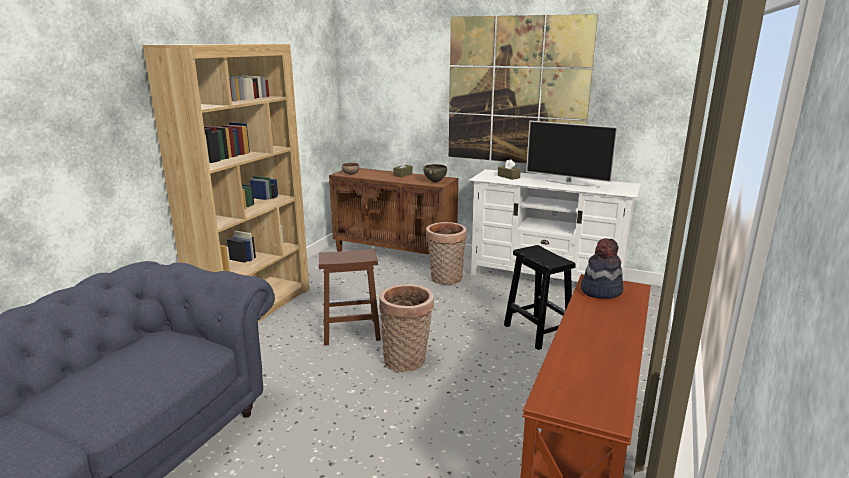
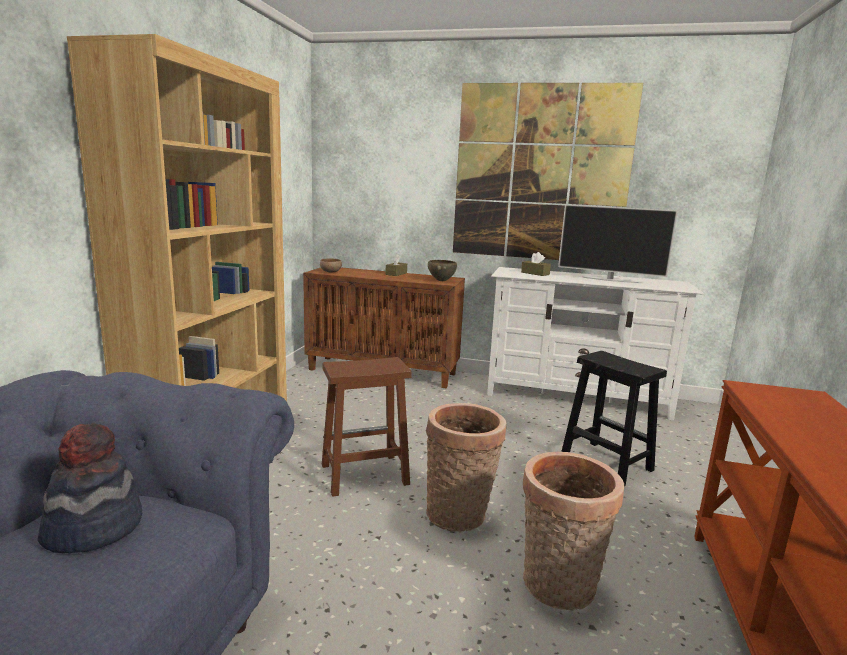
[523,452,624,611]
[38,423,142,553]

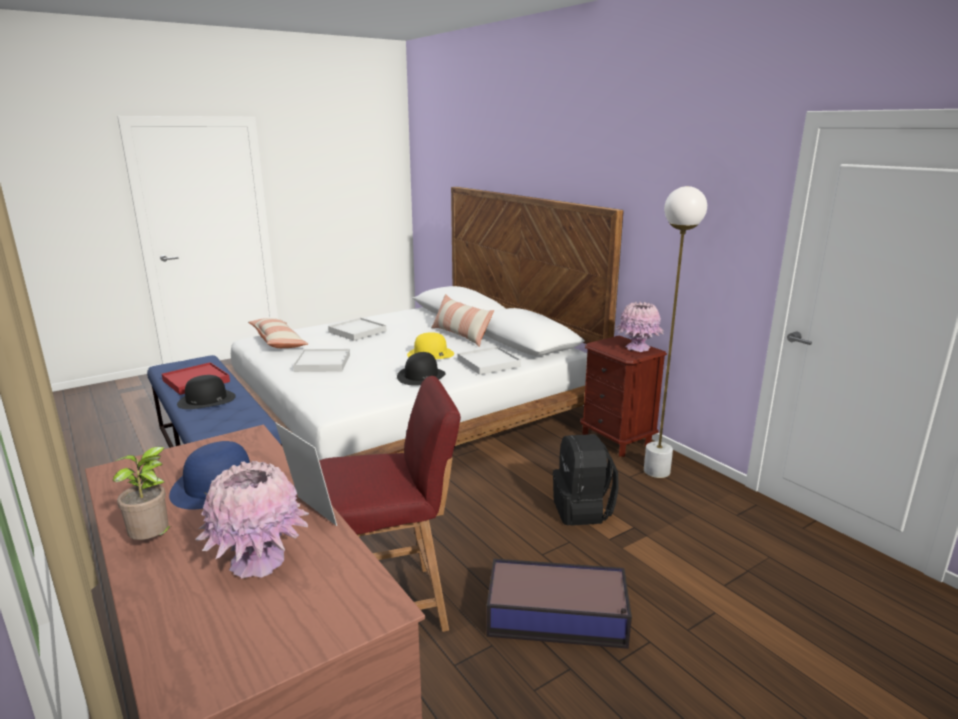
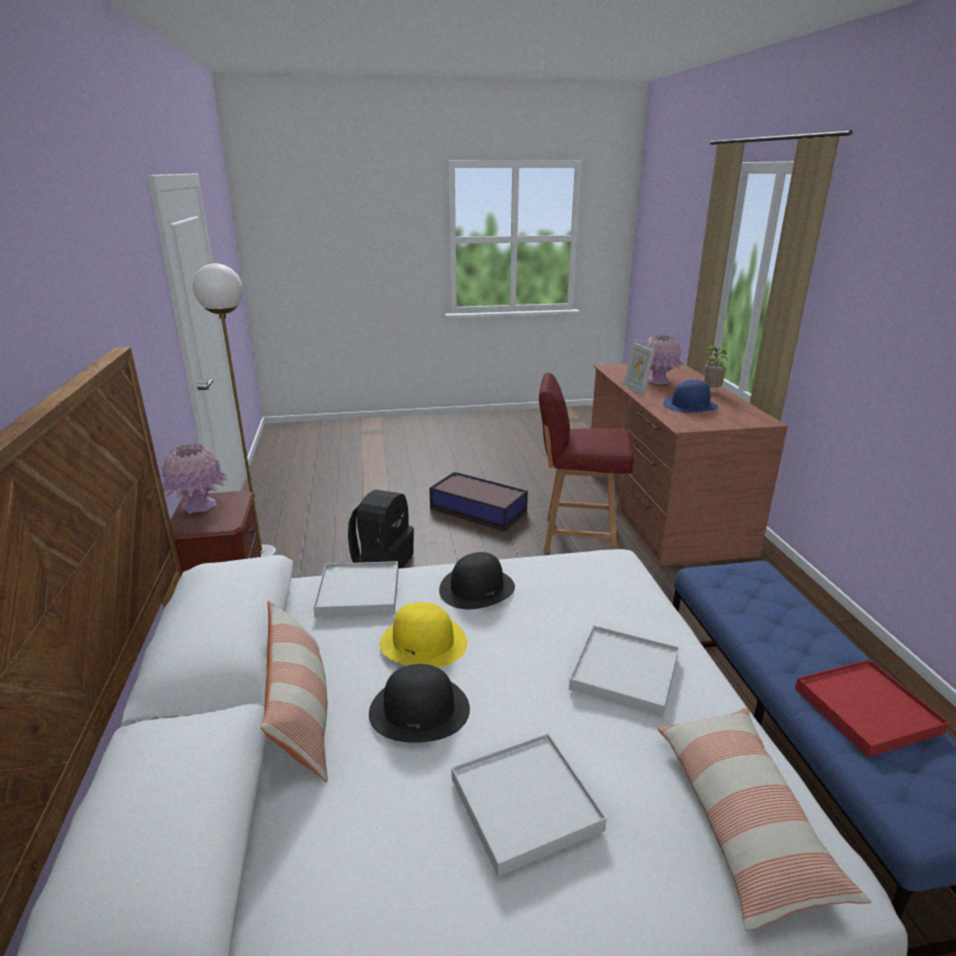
[369,664,470,743]

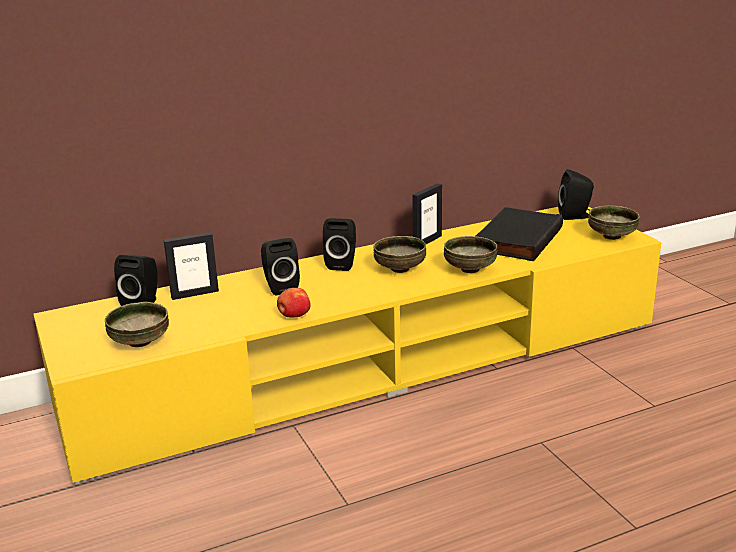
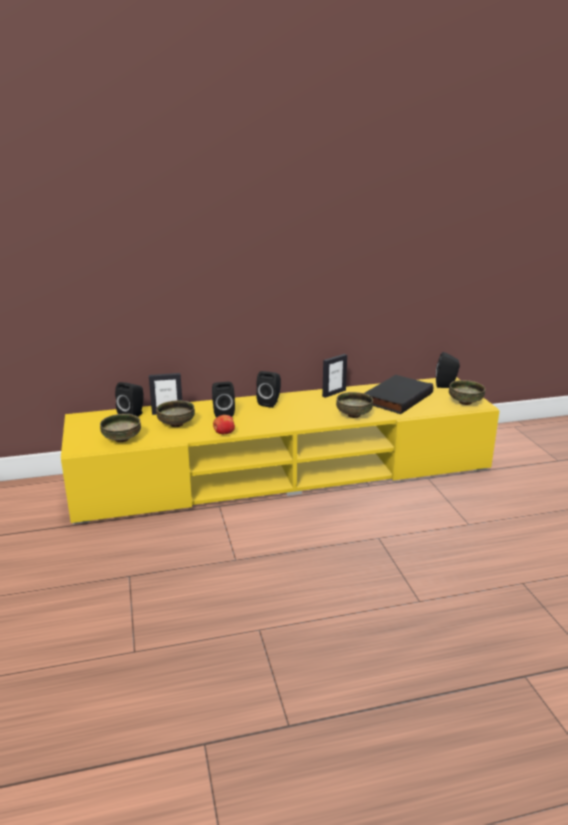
[156,400,195,427]

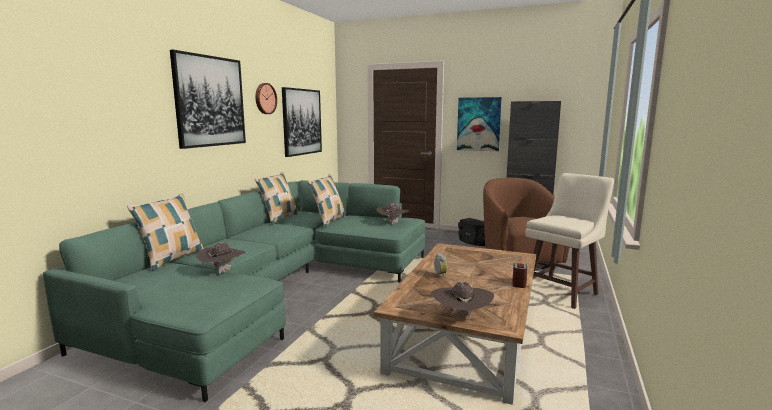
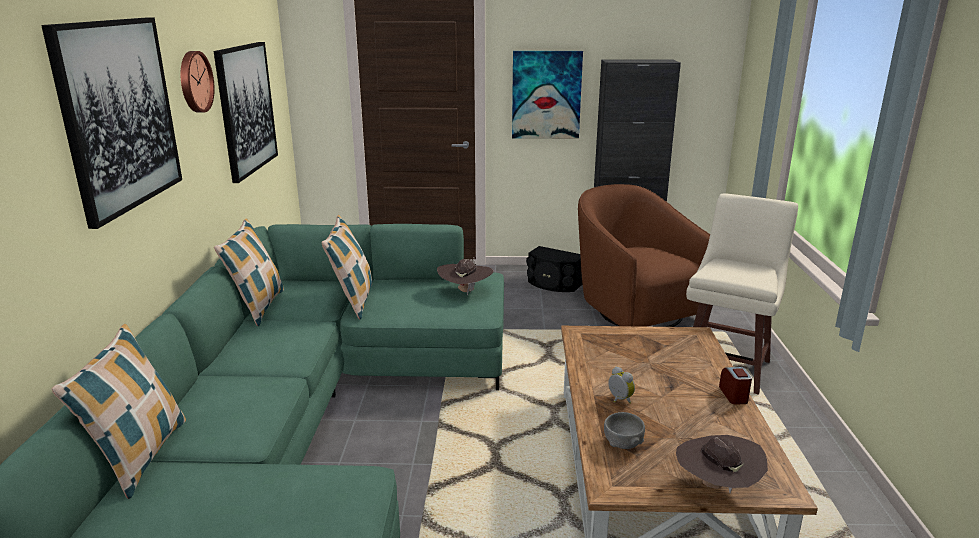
[196,243,245,275] (first image)
[604,412,645,449]

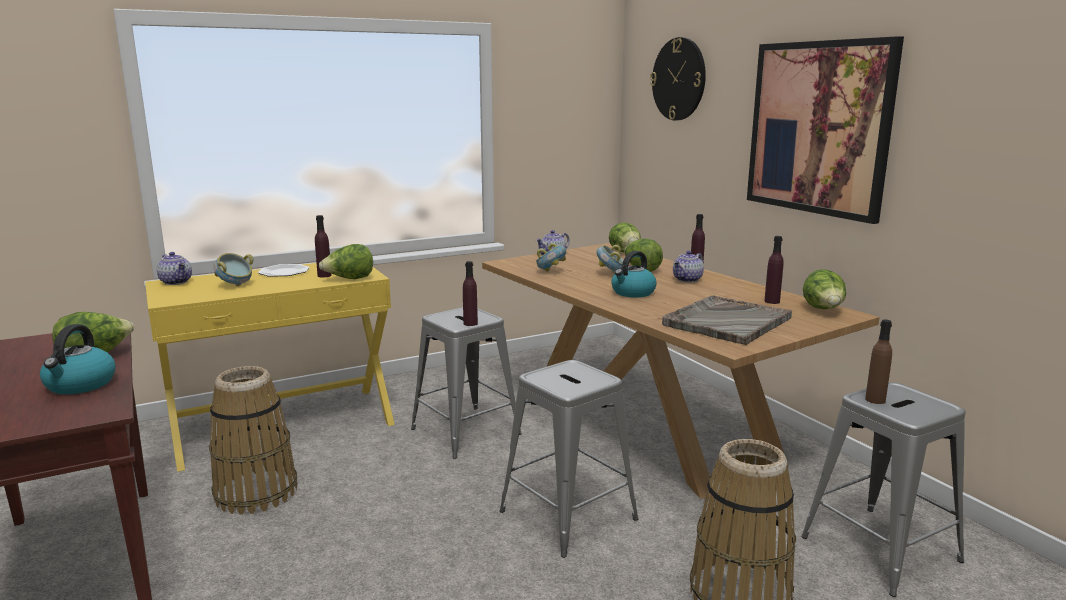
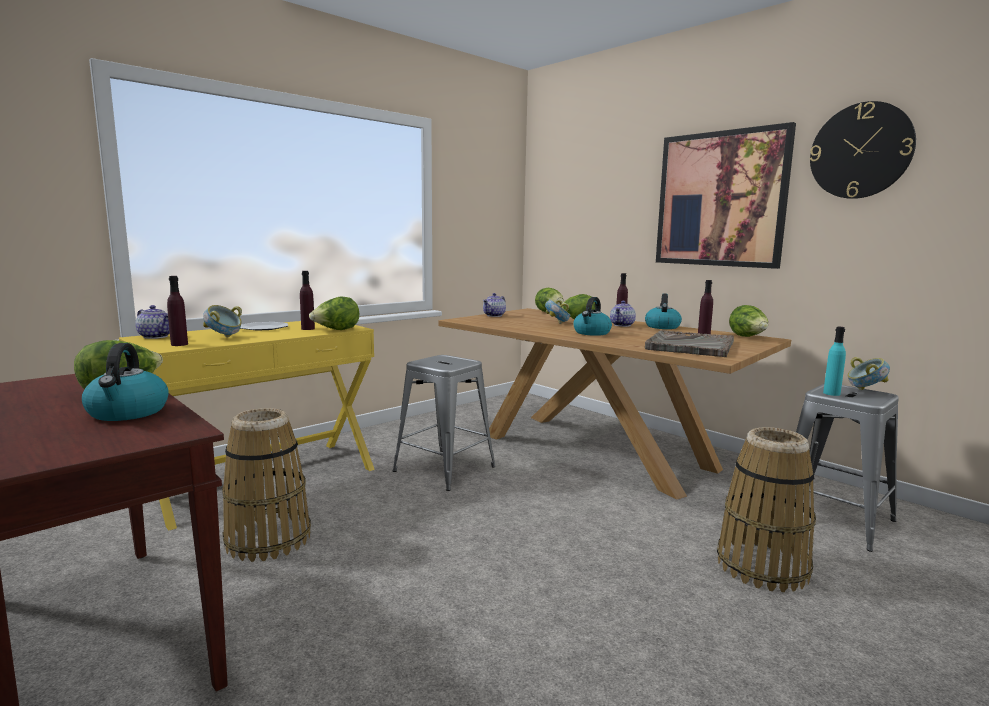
[810,101,916,199]
[847,357,890,390]
[167,276,188,346]
[823,327,846,396]
[499,360,638,558] (first image)
[645,294,682,329]

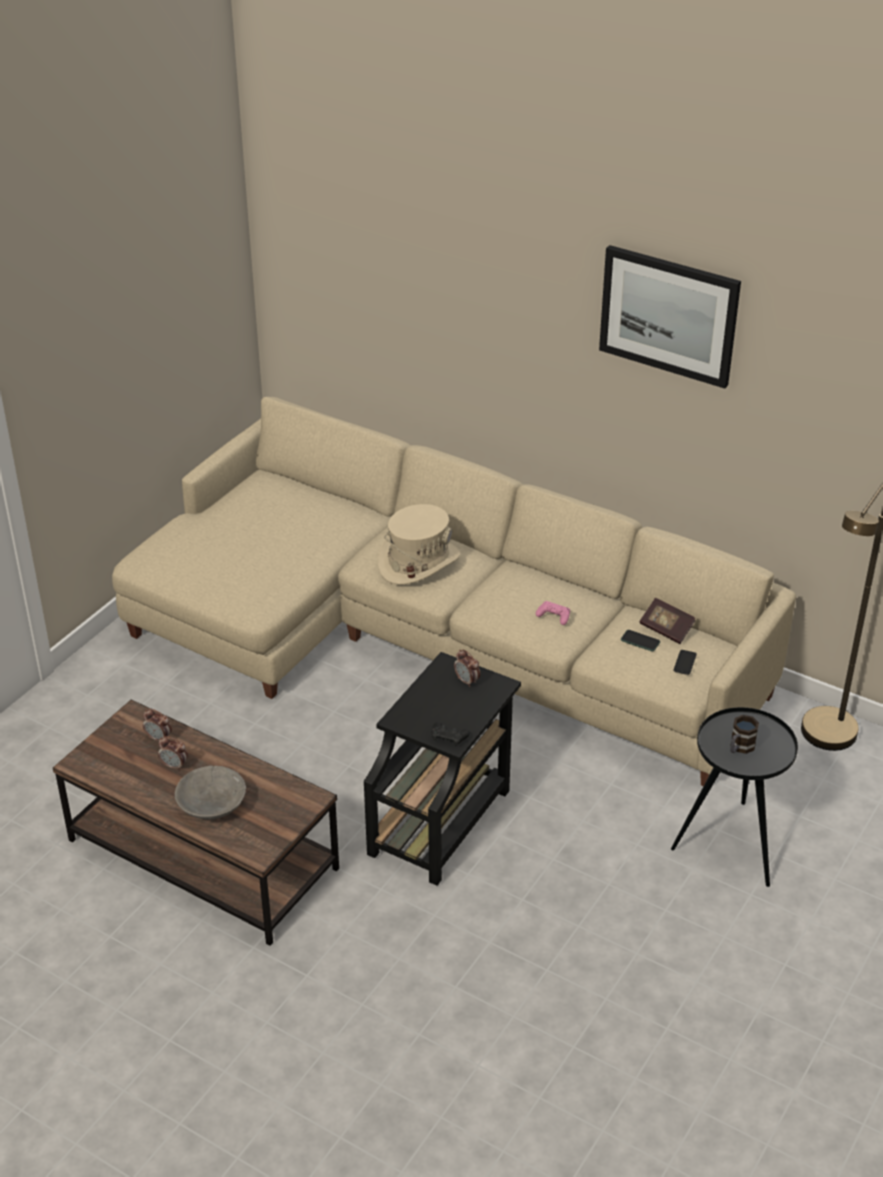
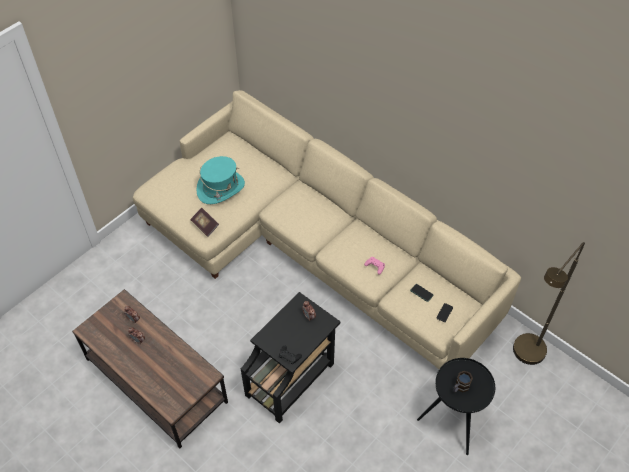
[599,245,741,389] (first image)
[378,504,460,585] (first image)
[190,207,219,237]
[175,766,246,819] (first image)
[196,156,245,204]

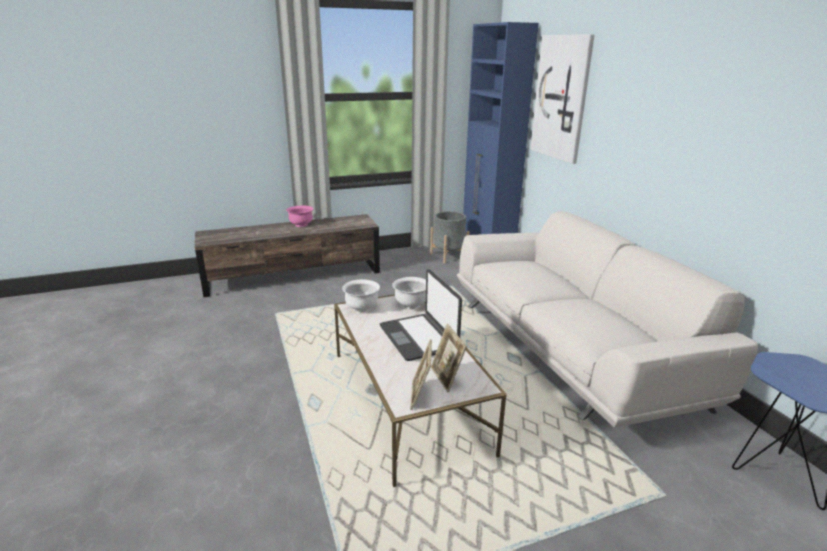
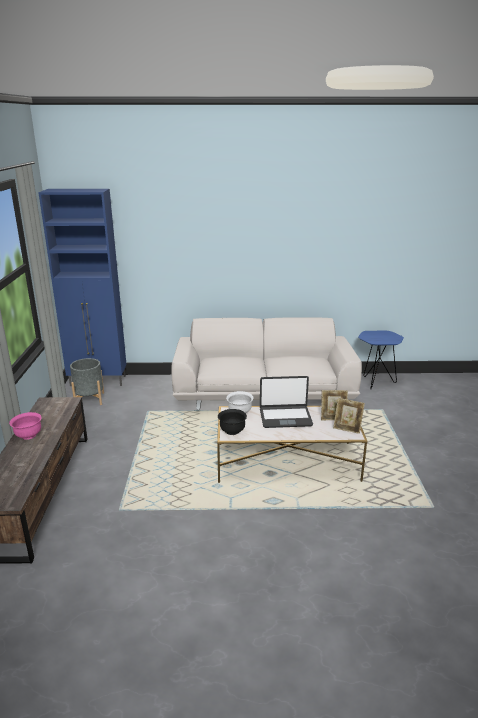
[530,34,594,164] (first image)
[218,409,247,435]

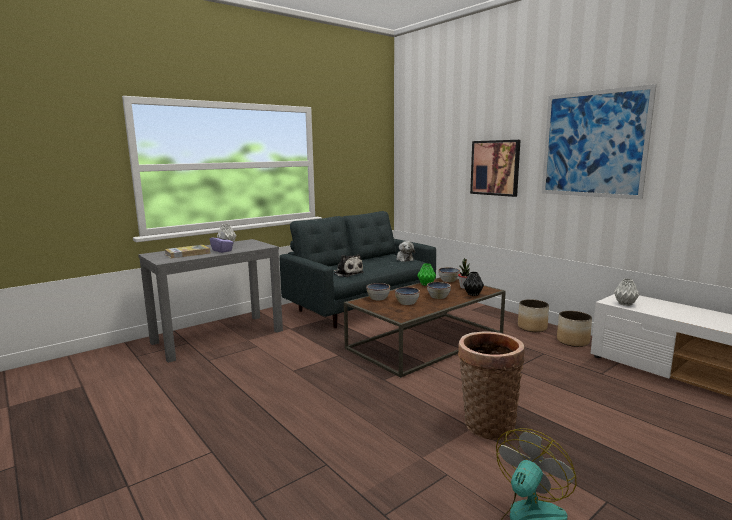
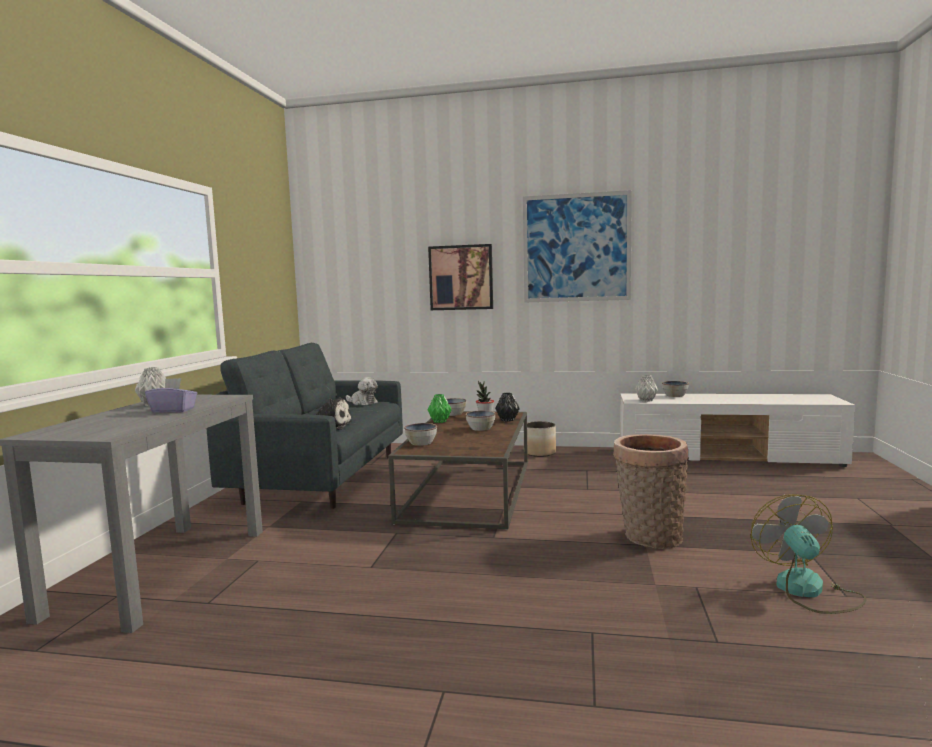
[165,245,210,258] (first image)
[662,381,689,397]
[557,311,592,347] (first image)

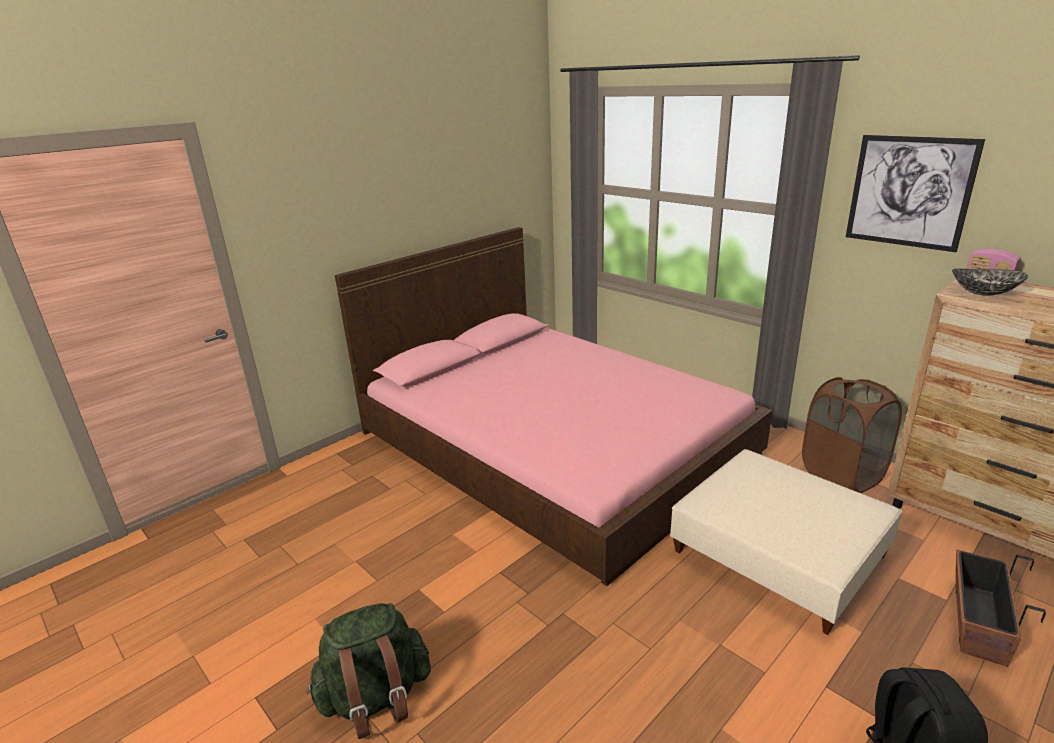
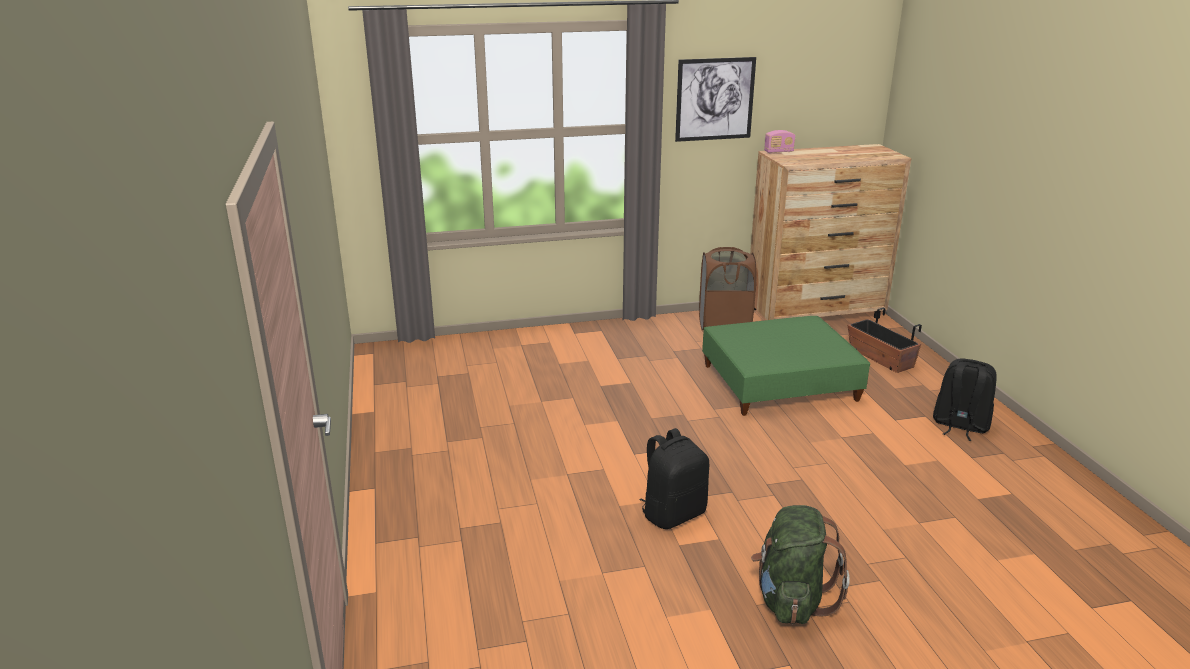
[335,227,772,586] (first image)
[952,269,1028,296] (first image)
[702,316,870,416]
[640,428,709,529]

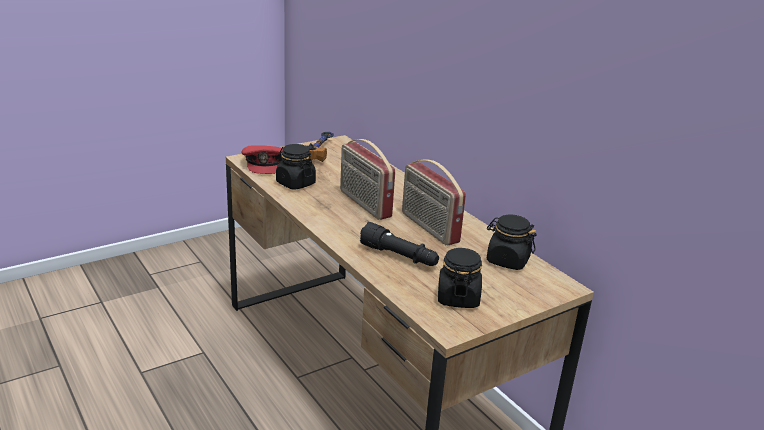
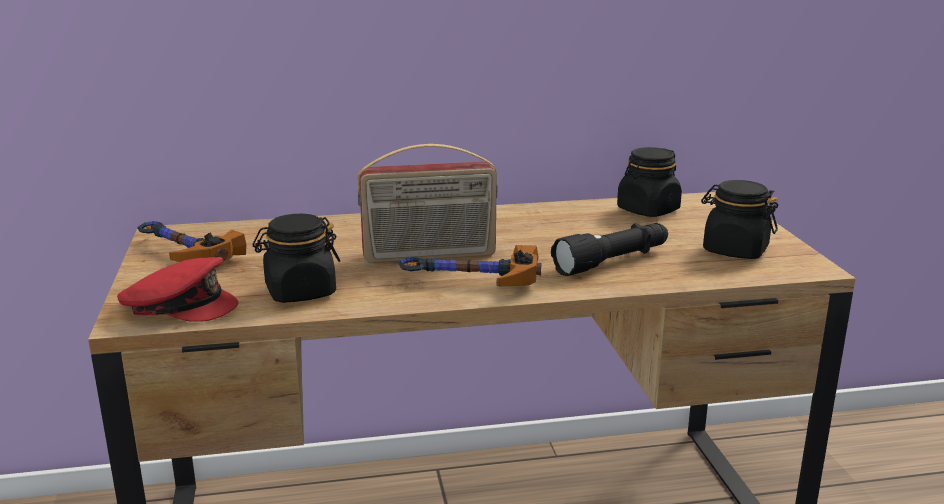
[402,159,466,245] (first image)
[396,245,542,286]

